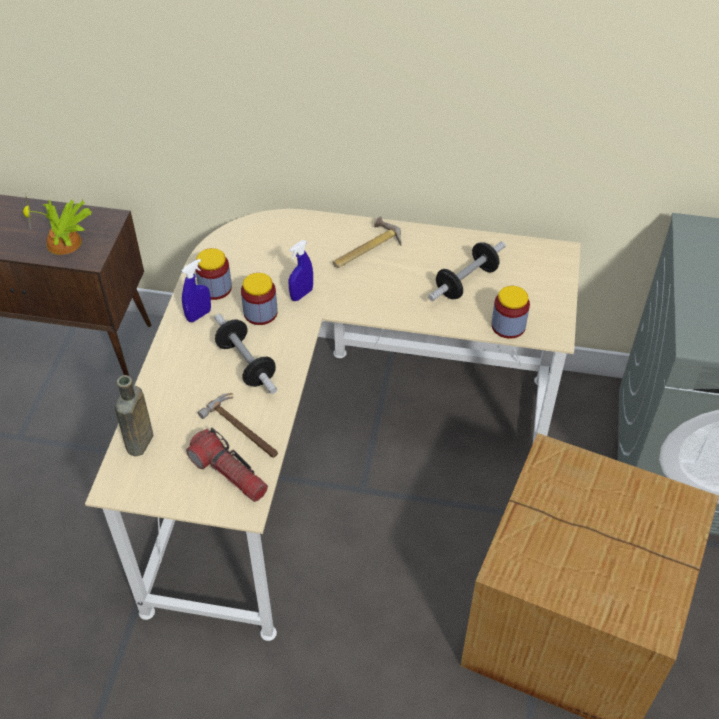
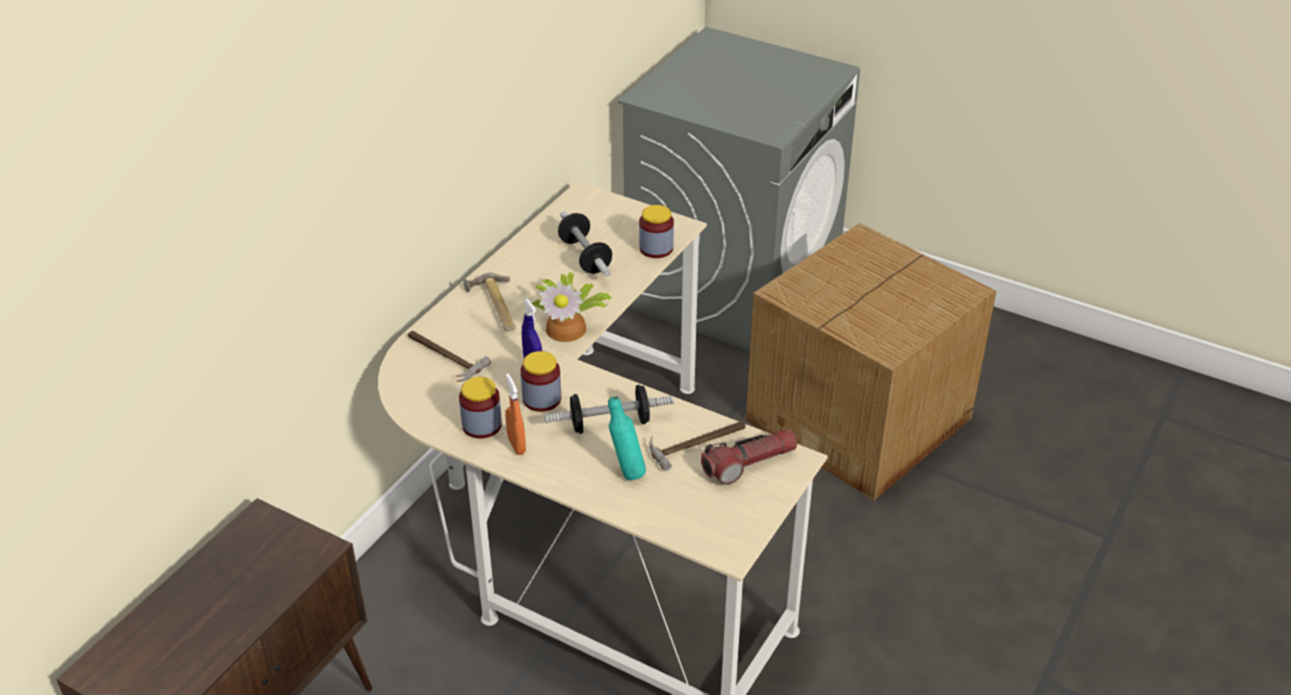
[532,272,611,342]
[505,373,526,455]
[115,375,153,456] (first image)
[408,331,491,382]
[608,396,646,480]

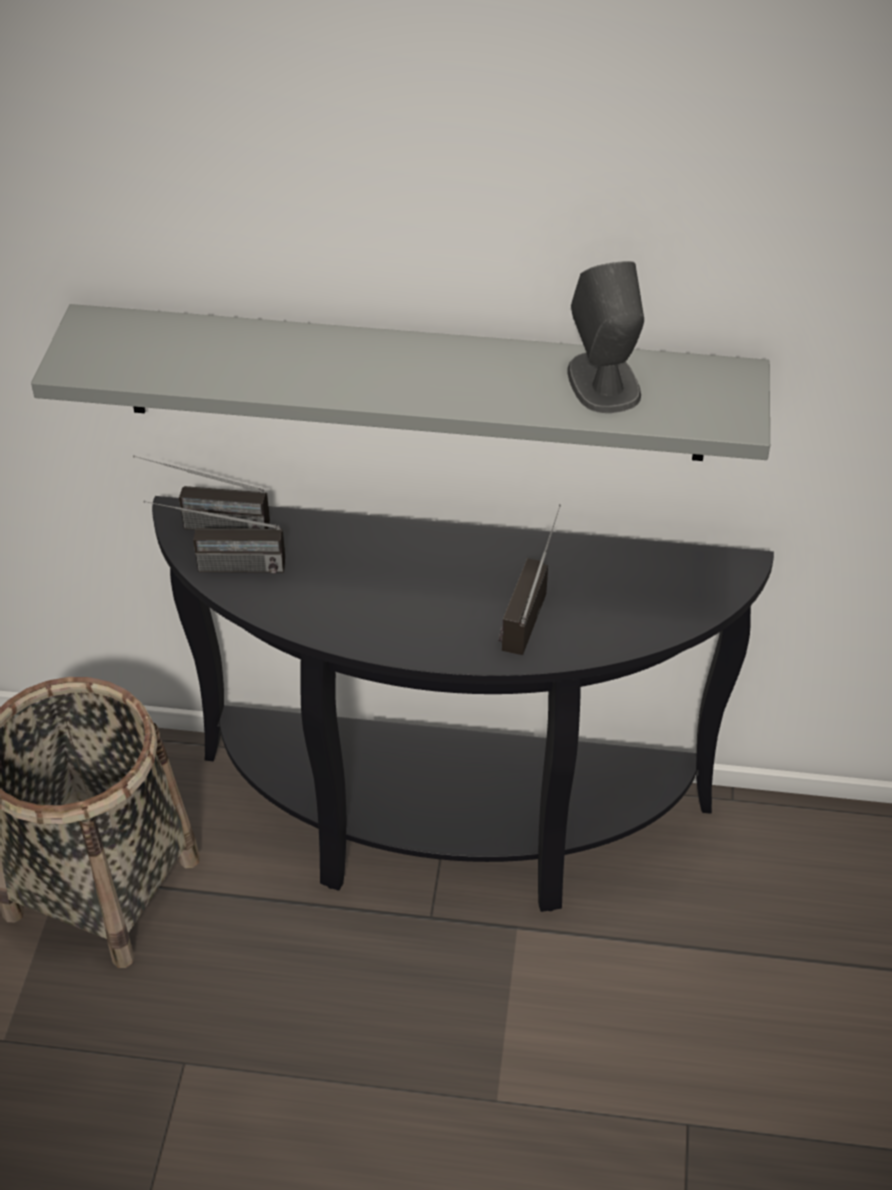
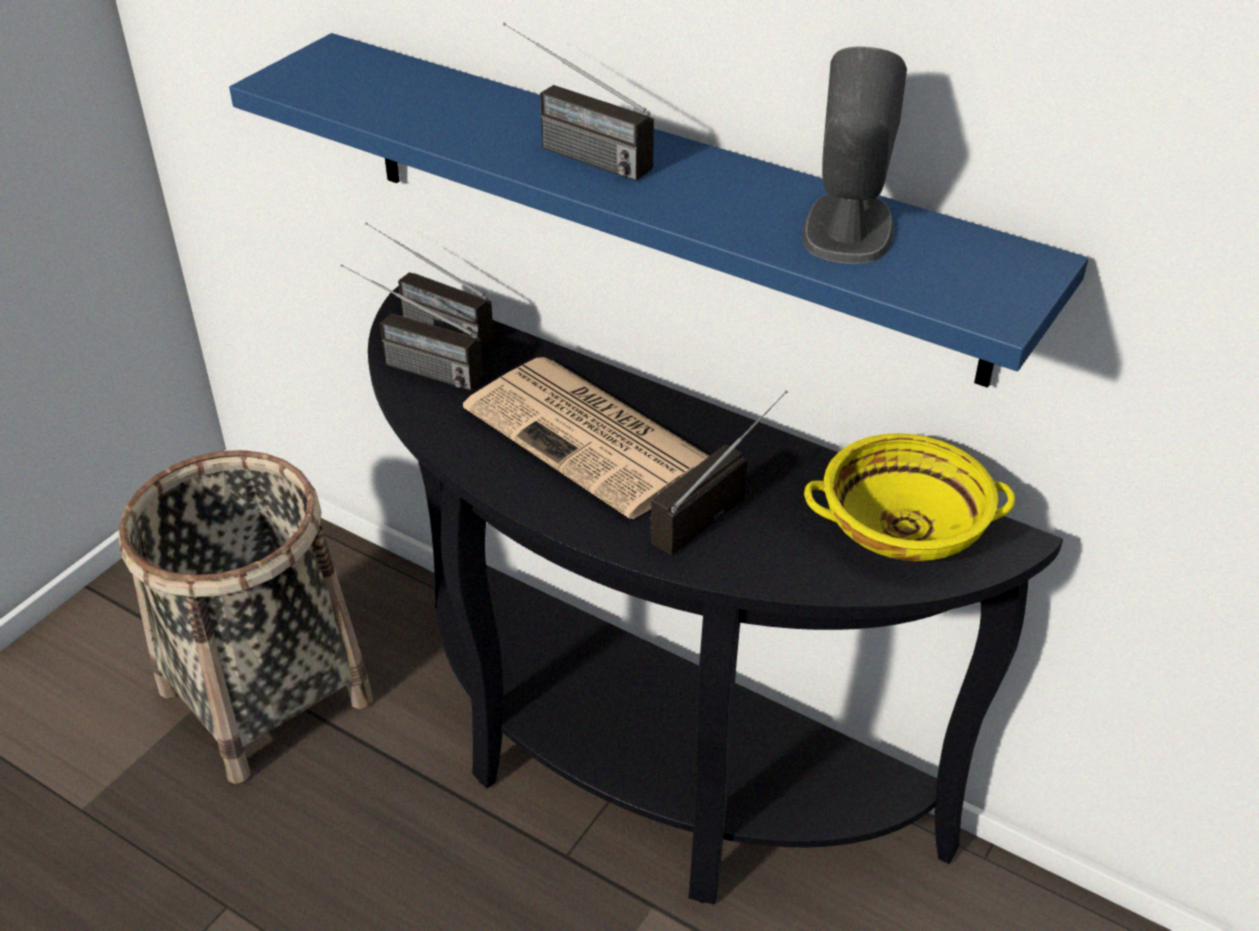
[229,33,1088,388]
[503,22,654,181]
[463,357,709,519]
[804,433,1015,562]

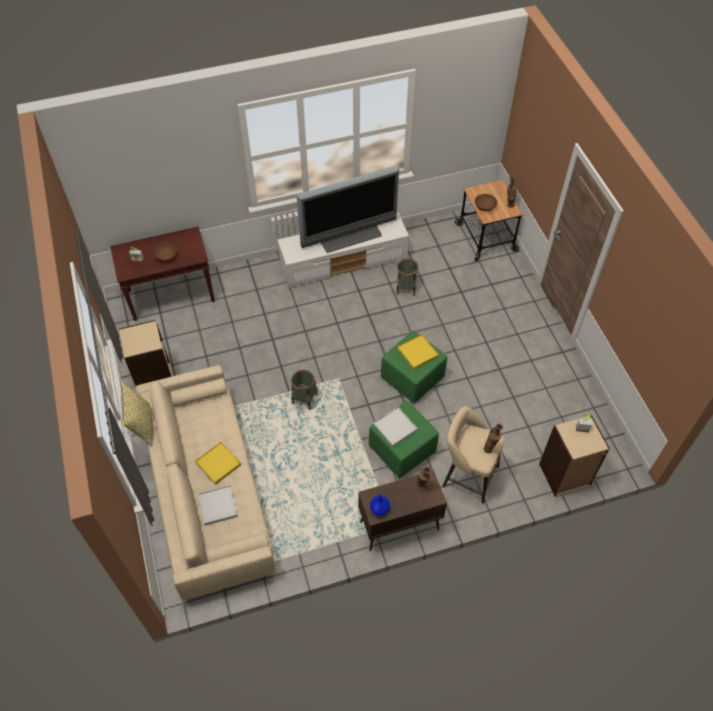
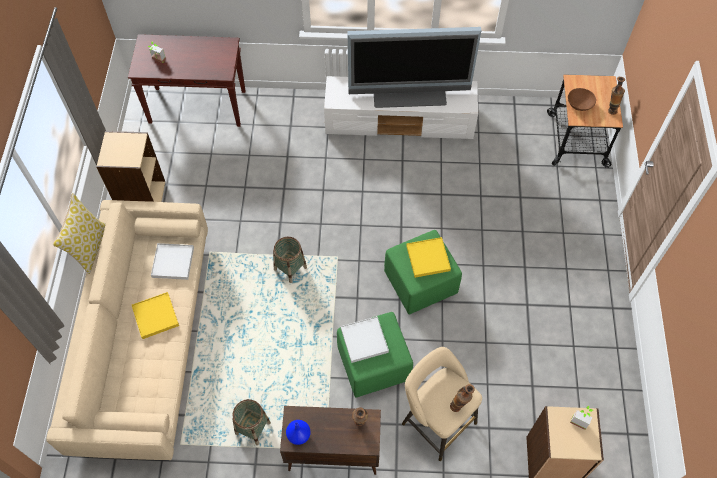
[153,241,177,262] (first image)
[232,399,271,445]
[151,243,194,280]

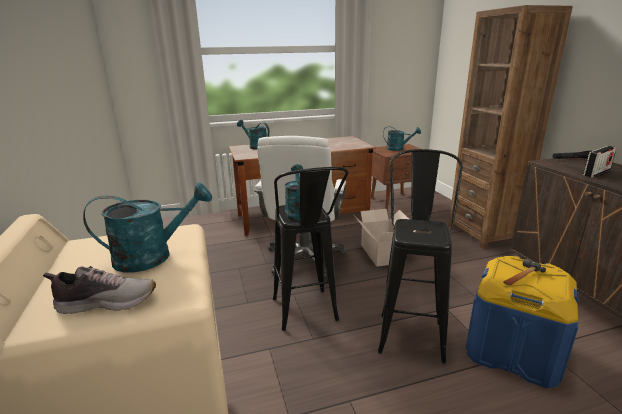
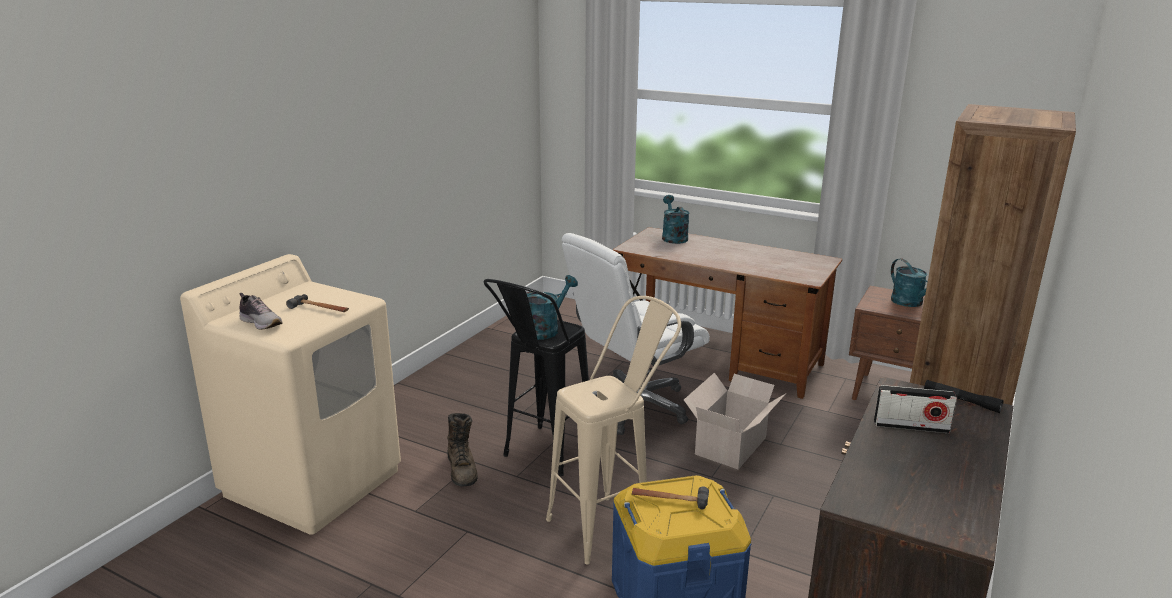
[546,296,681,565]
[286,294,349,312]
[447,413,478,487]

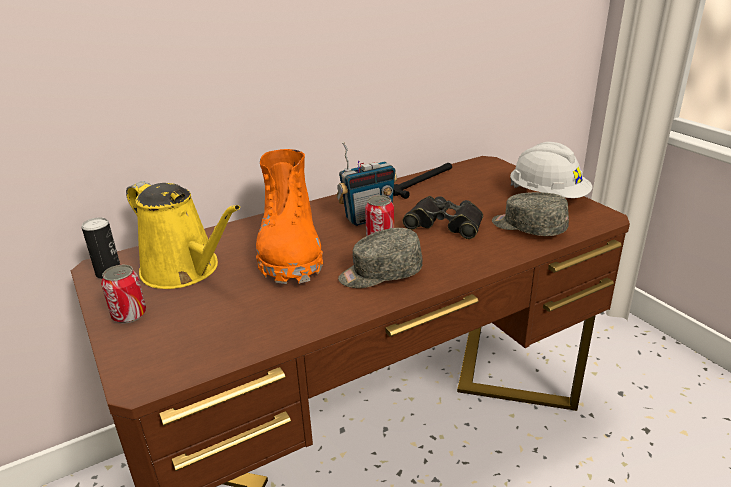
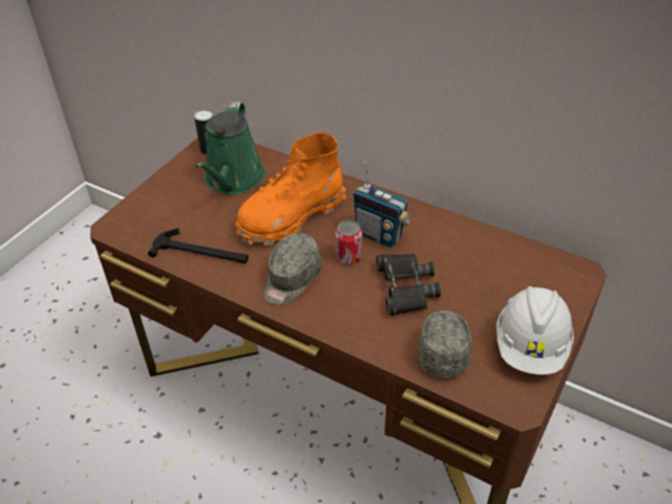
[148,228,249,264]
[196,102,265,195]
[264,233,322,305]
[101,265,146,323] (first image)

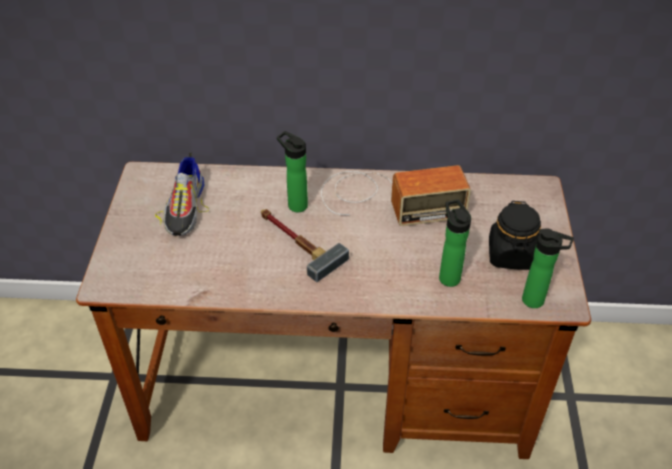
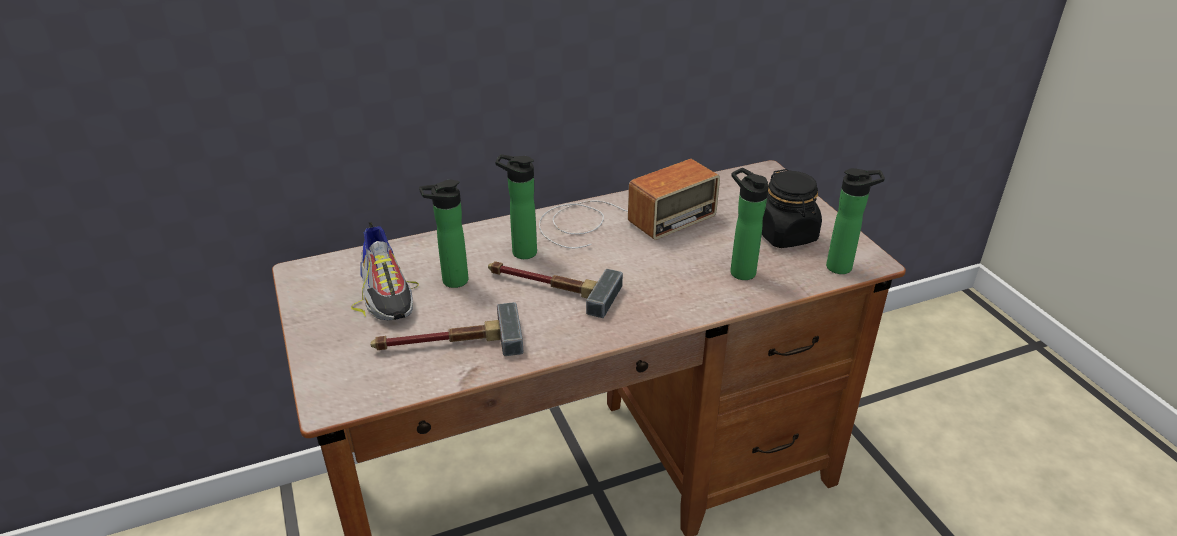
[419,180,468,288]
[370,302,523,356]

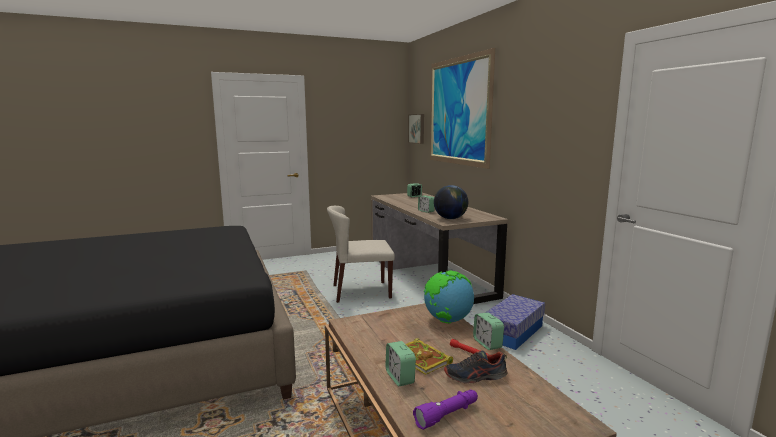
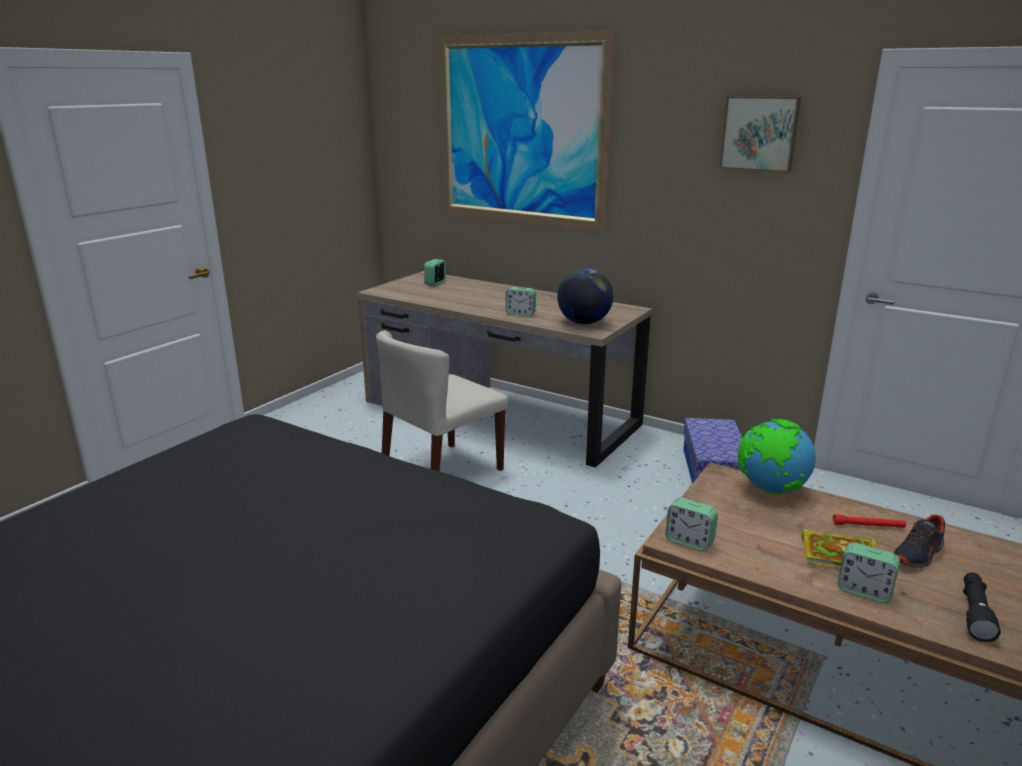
[719,96,801,172]
[665,497,718,551]
[963,572,1001,642]

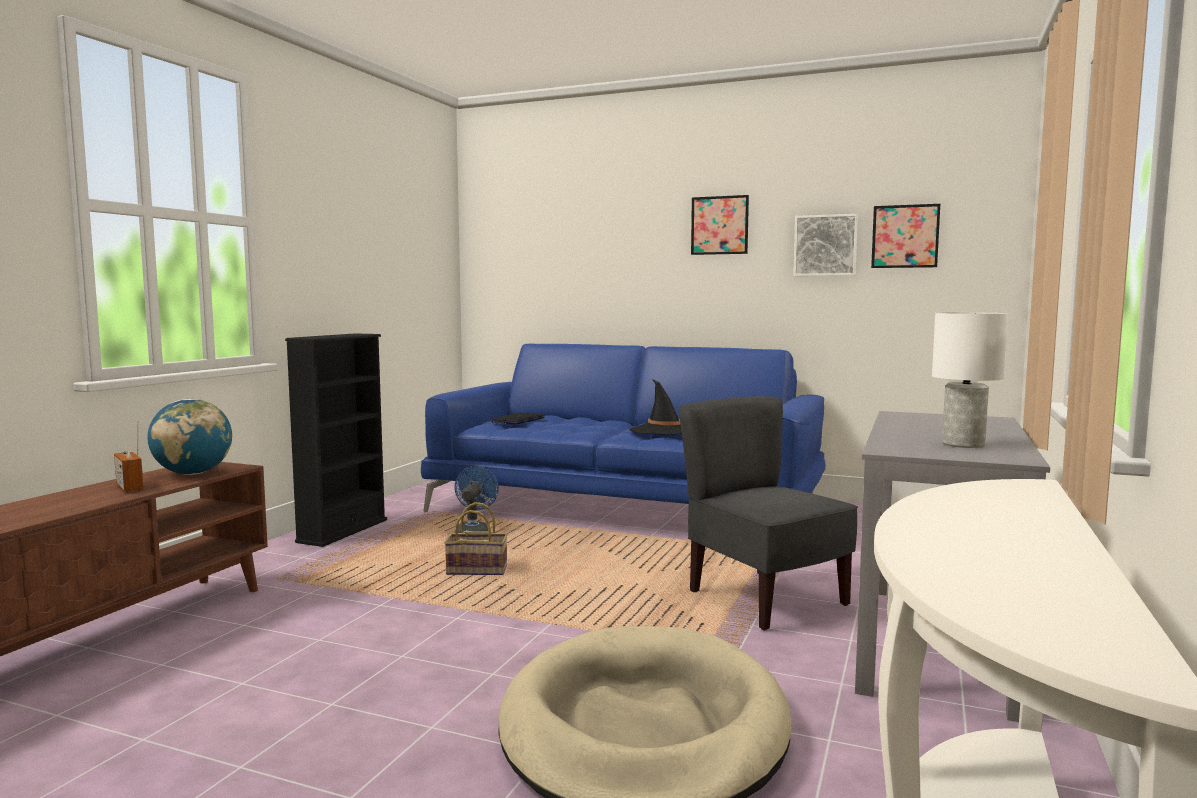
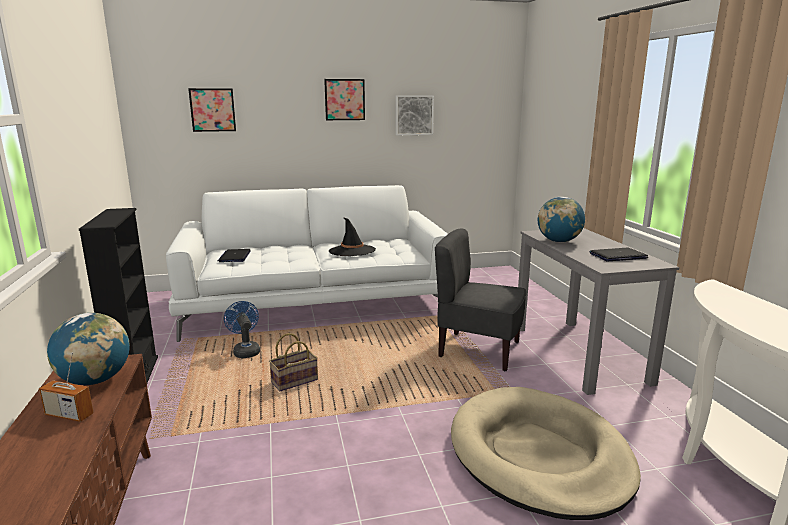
[188,88,236,132]
[590,248,648,261]
[166,185,448,342]
[538,197,585,242]

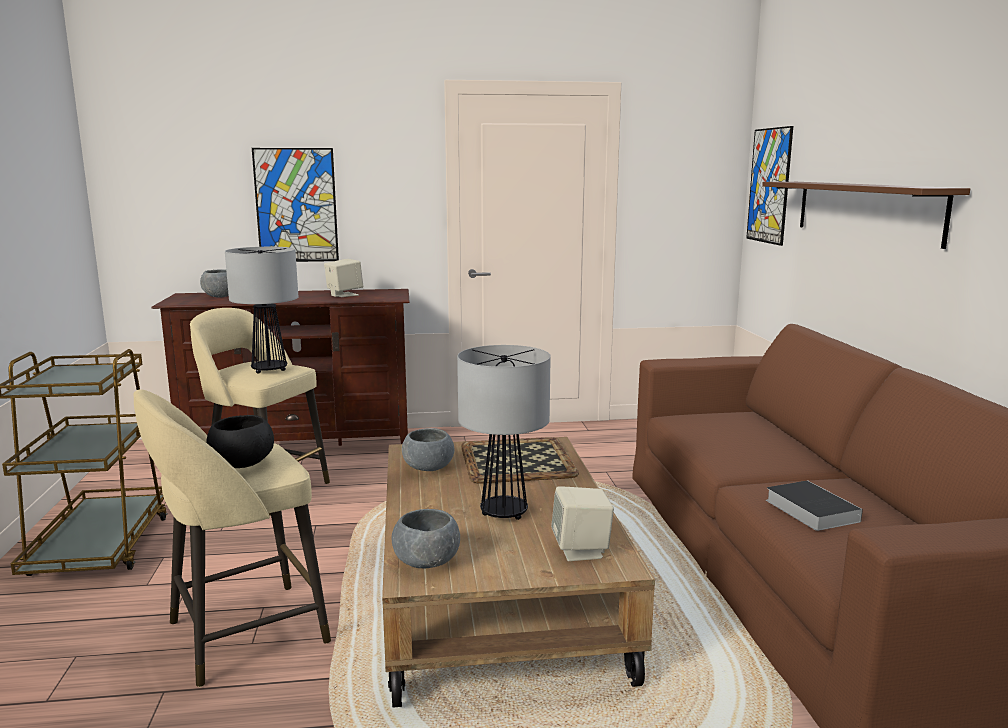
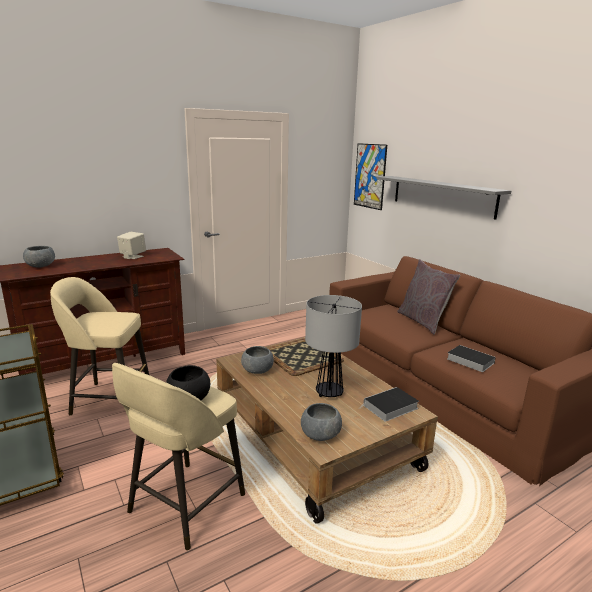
[252,148,339,262] (first image)
[376,176,511,220]
[225,247,298,374] (first image)
[358,387,419,422]
[397,259,461,334]

